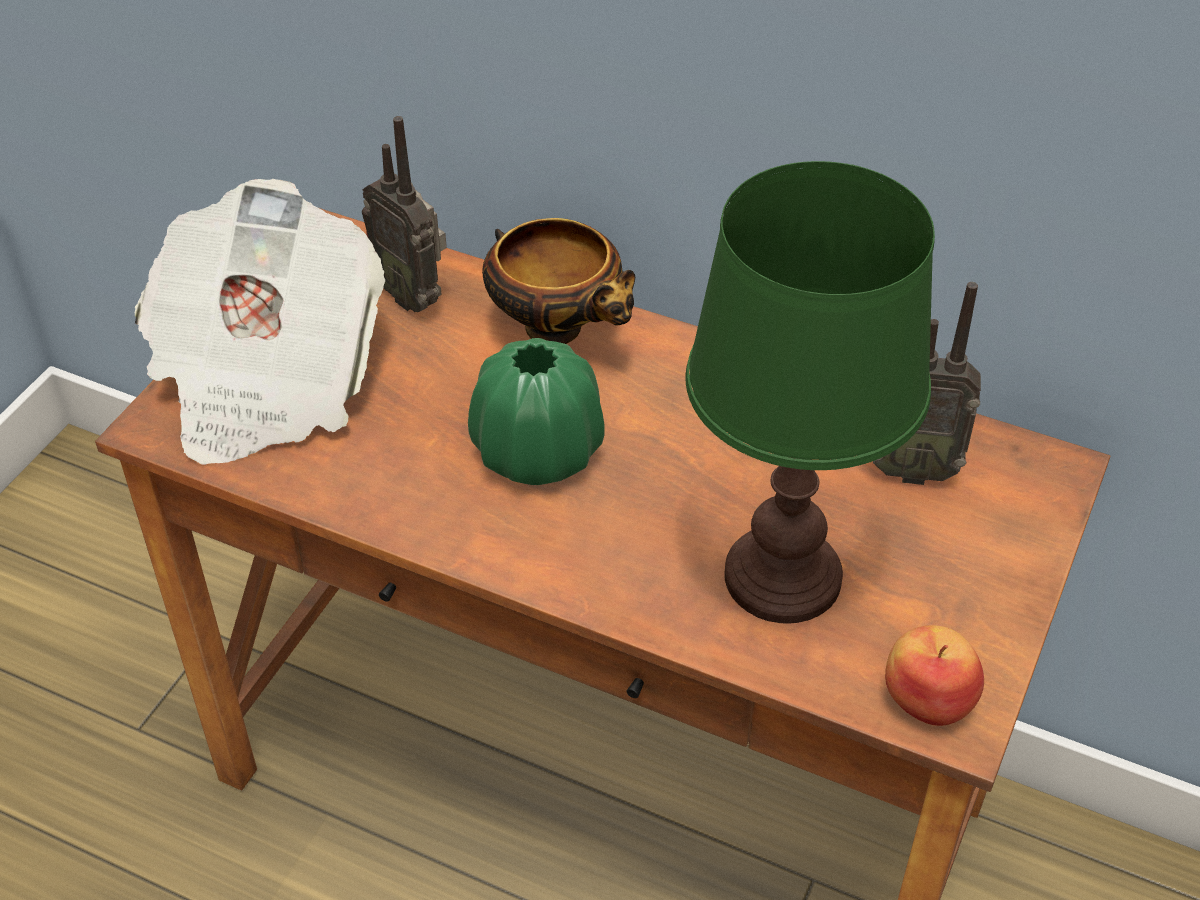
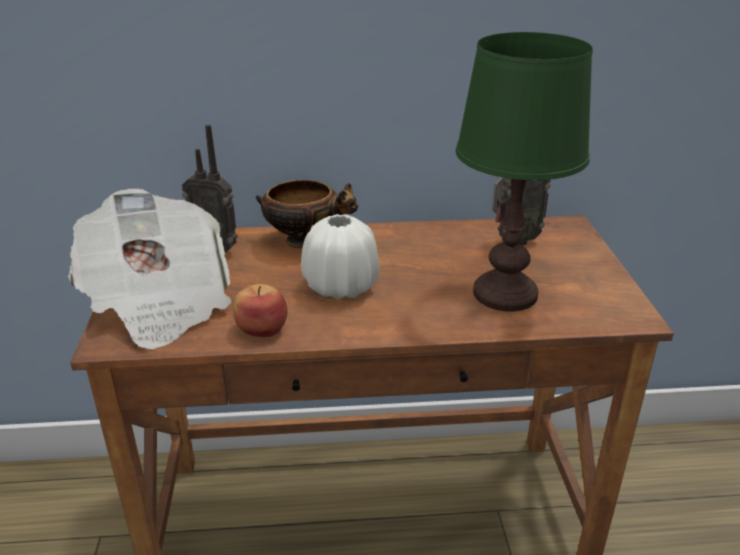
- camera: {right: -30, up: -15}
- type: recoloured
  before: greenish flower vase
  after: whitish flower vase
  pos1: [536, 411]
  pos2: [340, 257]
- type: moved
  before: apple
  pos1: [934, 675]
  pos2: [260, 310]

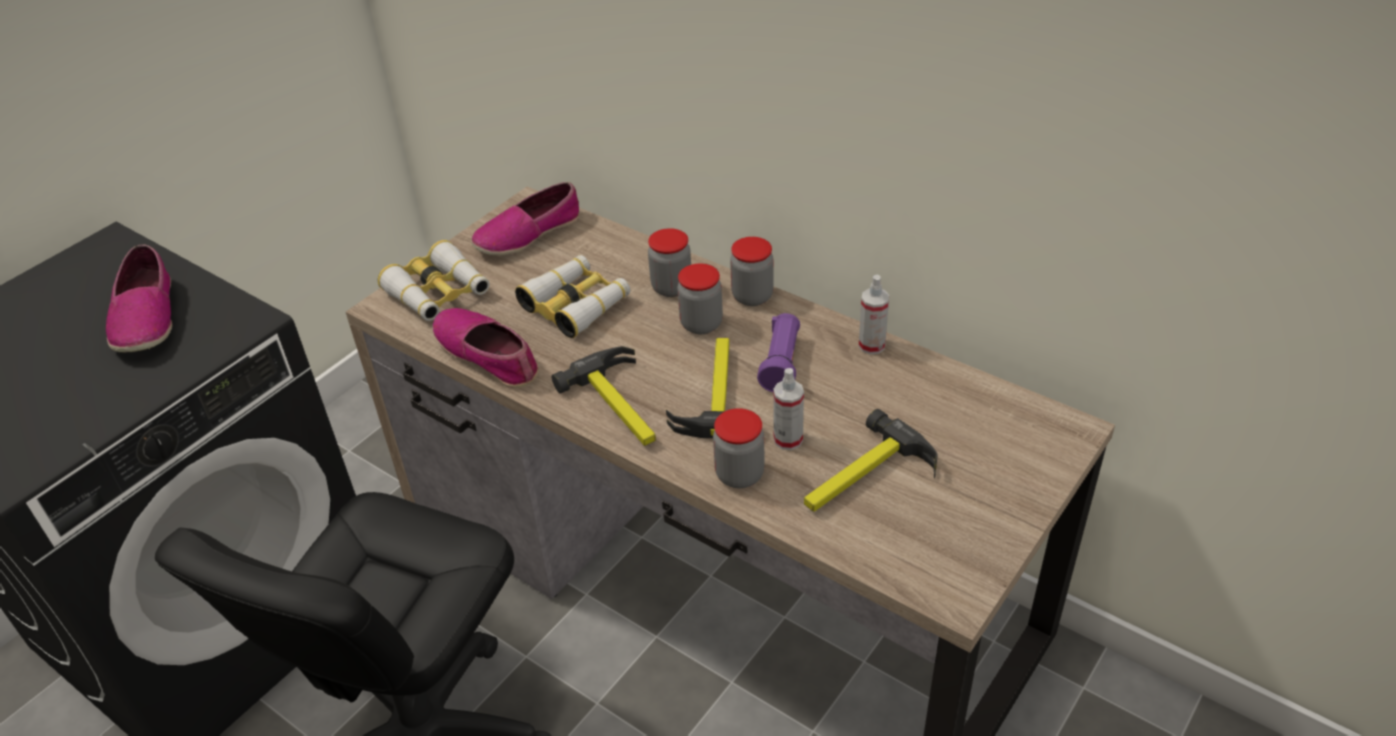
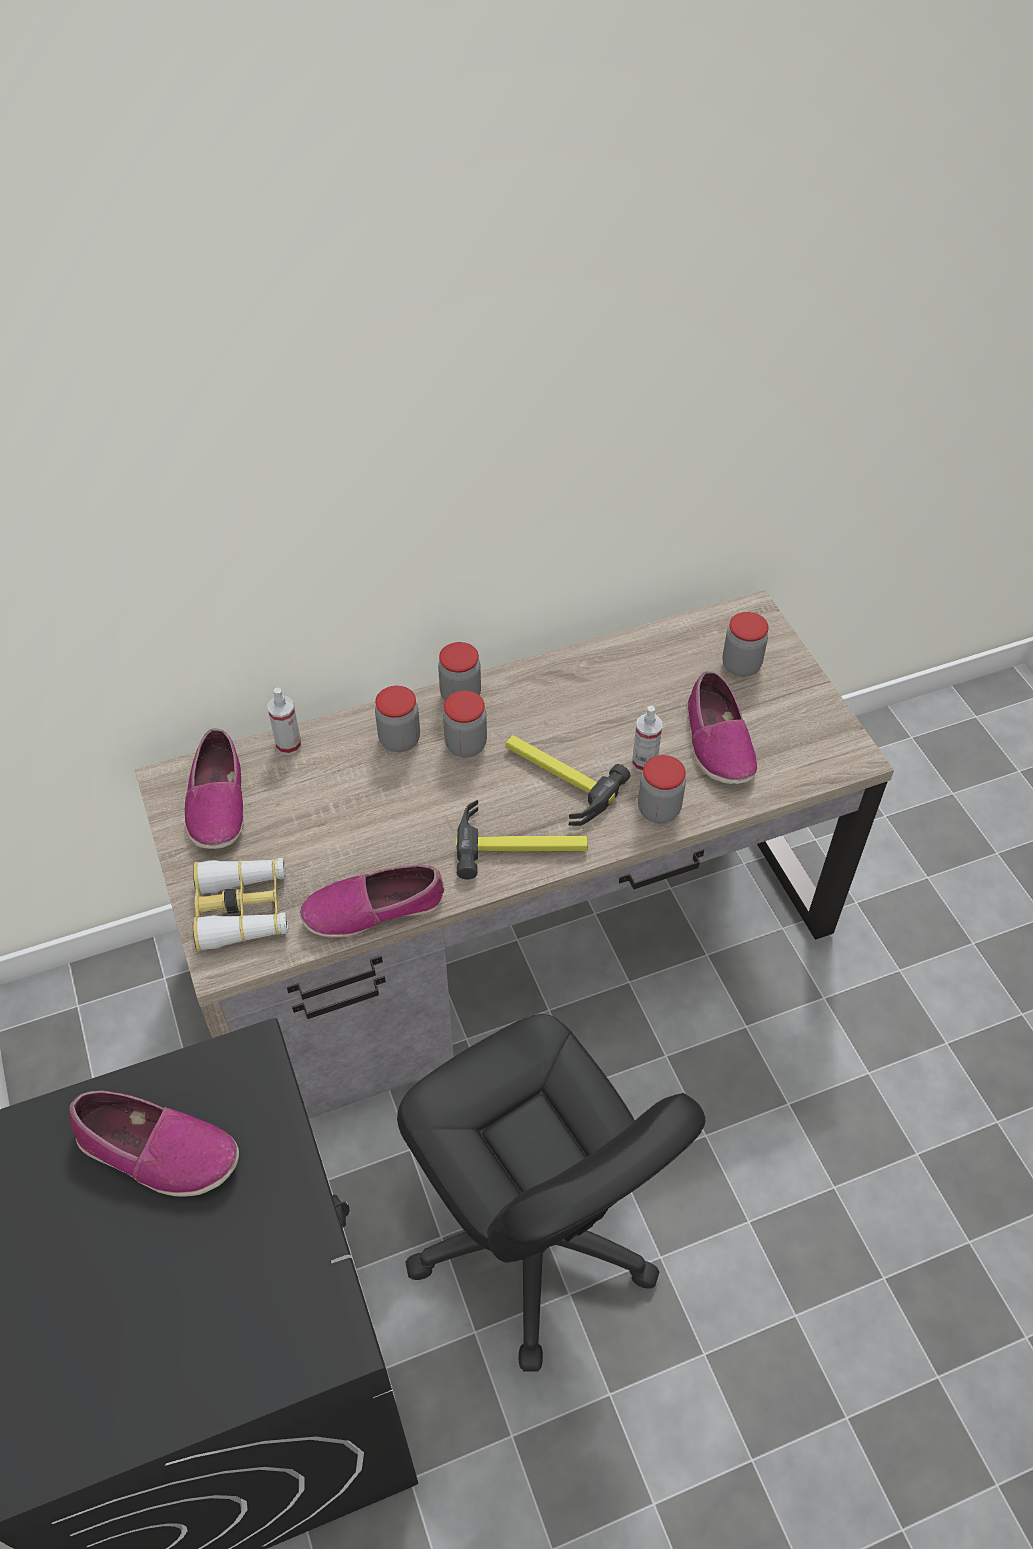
- camera: {right: -60, up: 10}
- type: removed
  before: pair of binoculars
  pos1: [573, 296]
- type: moved
  before: spray bottle
  pos1: [874, 314]
  pos2: [284, 721]
- type: removed
  before: purple-coloured torch
  pos1: [778, 352]
- type: replaced
  before: hammer
  after: item of footwear
  pos1: [871, 460]
  pos2: [721, 727]
- type: added
  after: storage jar
  pos2: [745, 644]

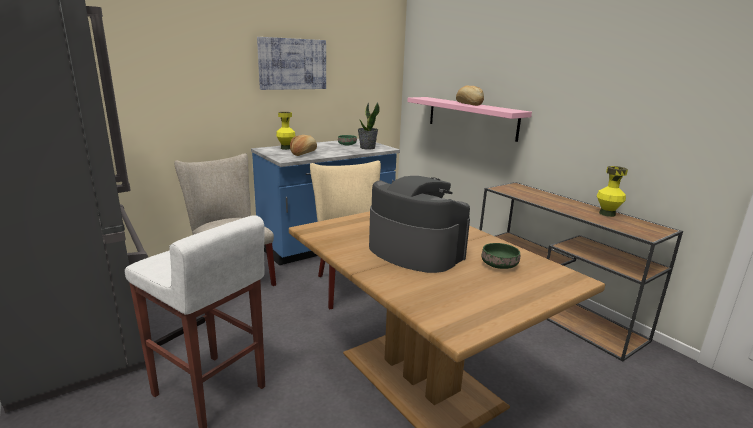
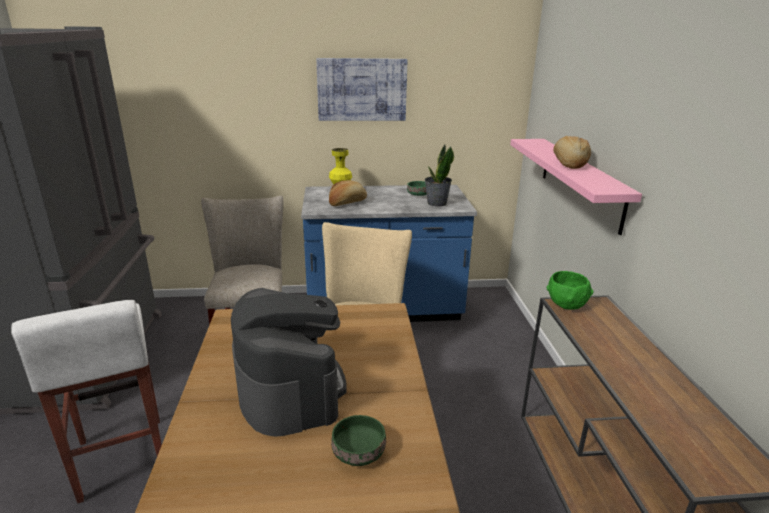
- camera: {right: 30, up: 5}
- type: removed
  before: yellowish flower vase
  pos1: [612, 191]
- type: added
  after: greenish bowl
  pos2: [570, 290]

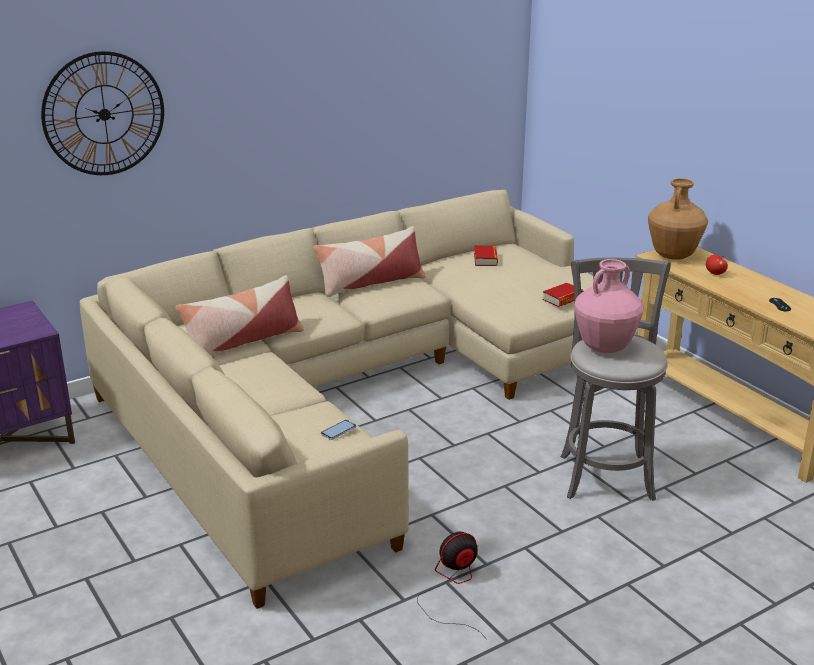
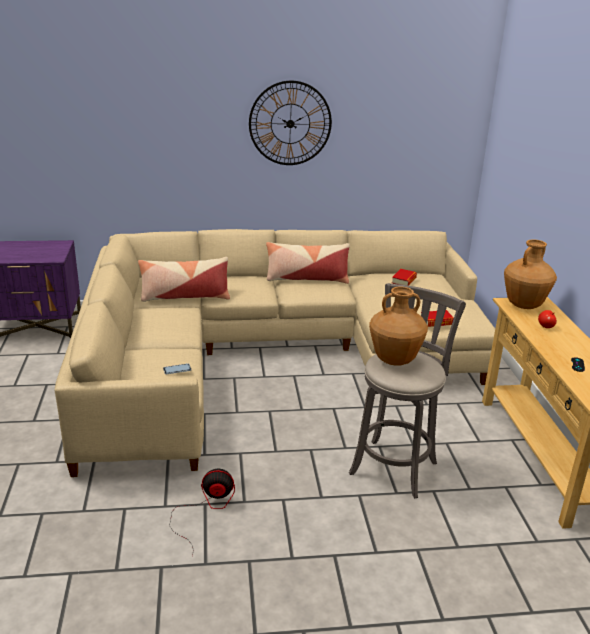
- camera: {right: 25, up: 0}
- type: moved
  before: wall clock
  pos1: [102, 113]
  pos2: [290, 123]
- type: recoloured
  before: pink-coloured flower vase
  after: brownish flower vase
  pos1: [609, 306]
  pos2: [398, 326]

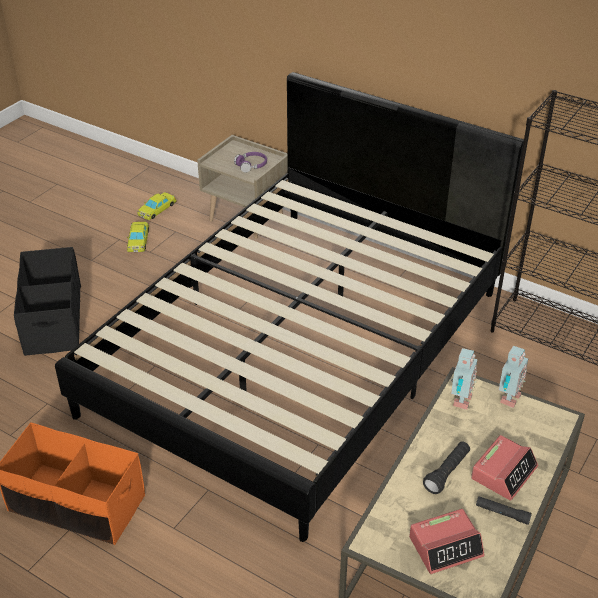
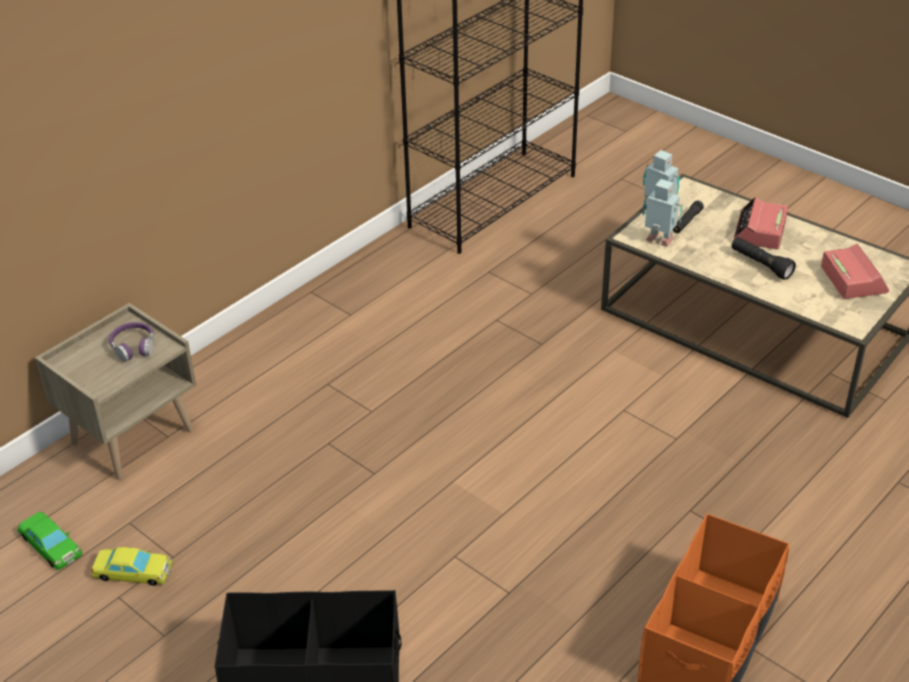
- camera: {right: -80, up: 0}
- type: removed
  before: black-coloured bed
  pos1: [289, 307]
- type: recoloured
  before: yellowish model car
  after: greenish model car
  pos1: [157, 206]
  pos2: [49, 541]
- type: turned
  before: bedside clock
  pos1: [504, 467]
  pos2: [760, 223]
  turn: -120
- type: moved
  before: black-coloured torch
  pos1: [504, 510]
  pos2: [688, 217]

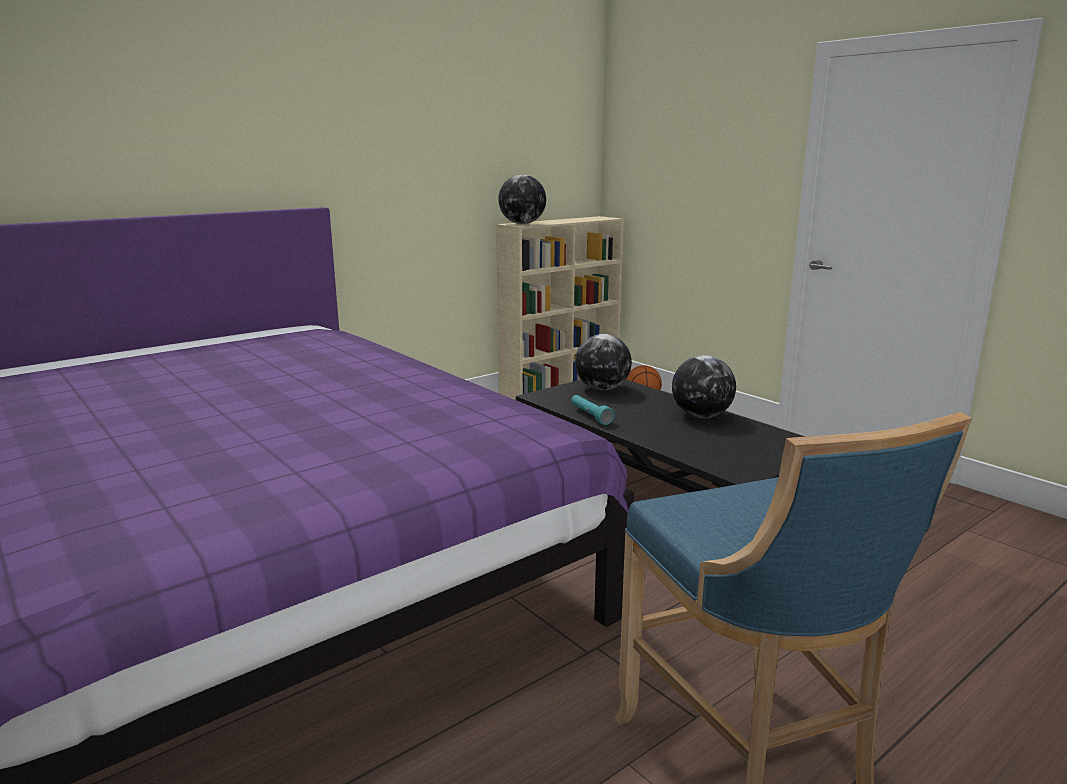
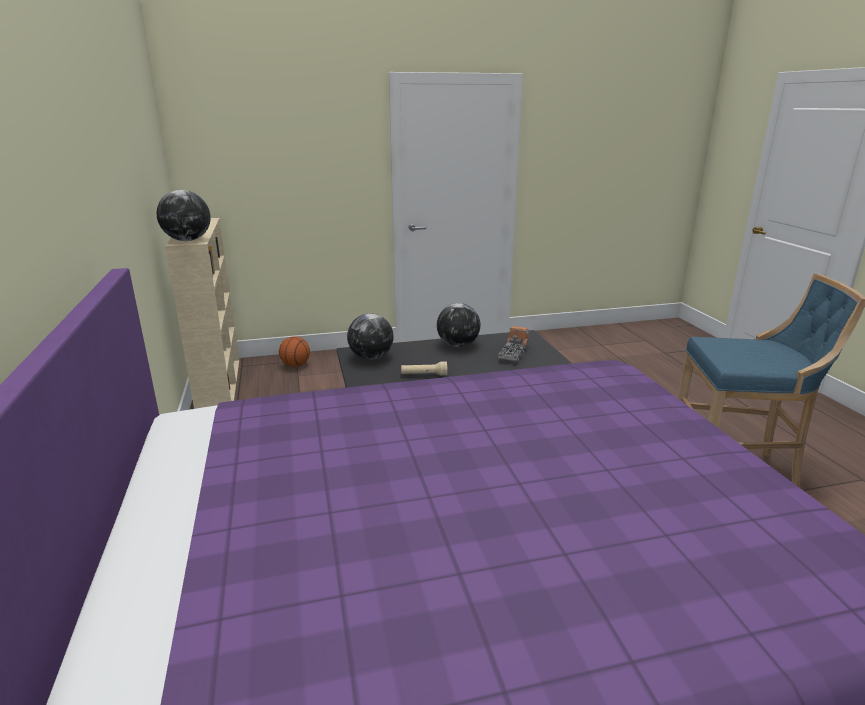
- camera: {right: -65, up: 5}
- type: recoloured
  before: blue-green torch
  after: beige-coloured torch
  pos1: [592, 410]
  pos2: [424, 368]
- type: added
  after: model truck
  pos2: [514, 344]

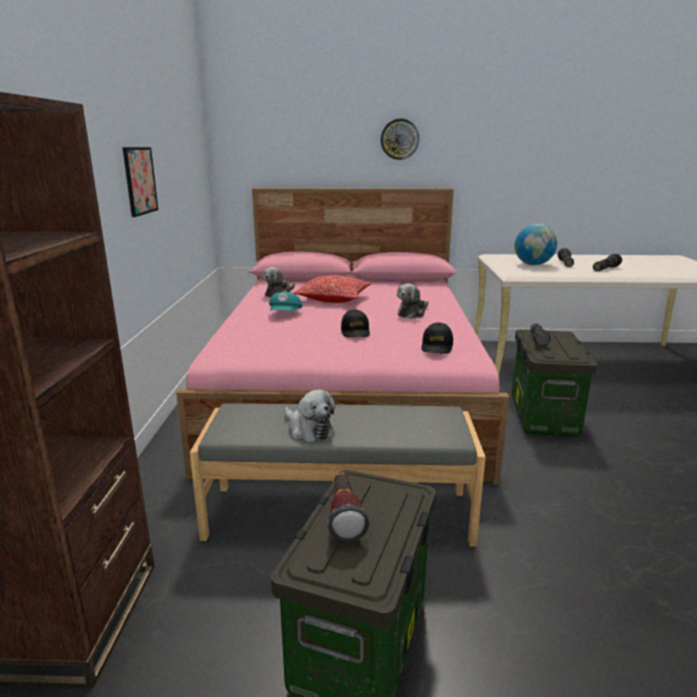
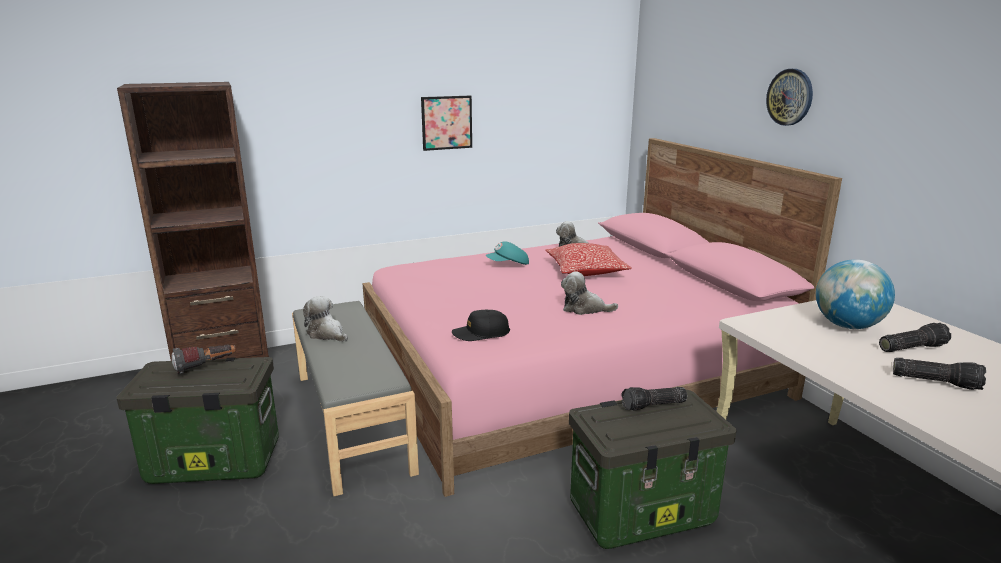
- camera: {right: 65, up: 0}
- type: removed
  before: black-coloured peaked cap
  pos1: [355, 323]
- type: turned
  before: cuddly toy
  pos1: [309, 415]
  pos2: [325, 319]
  turn: 105

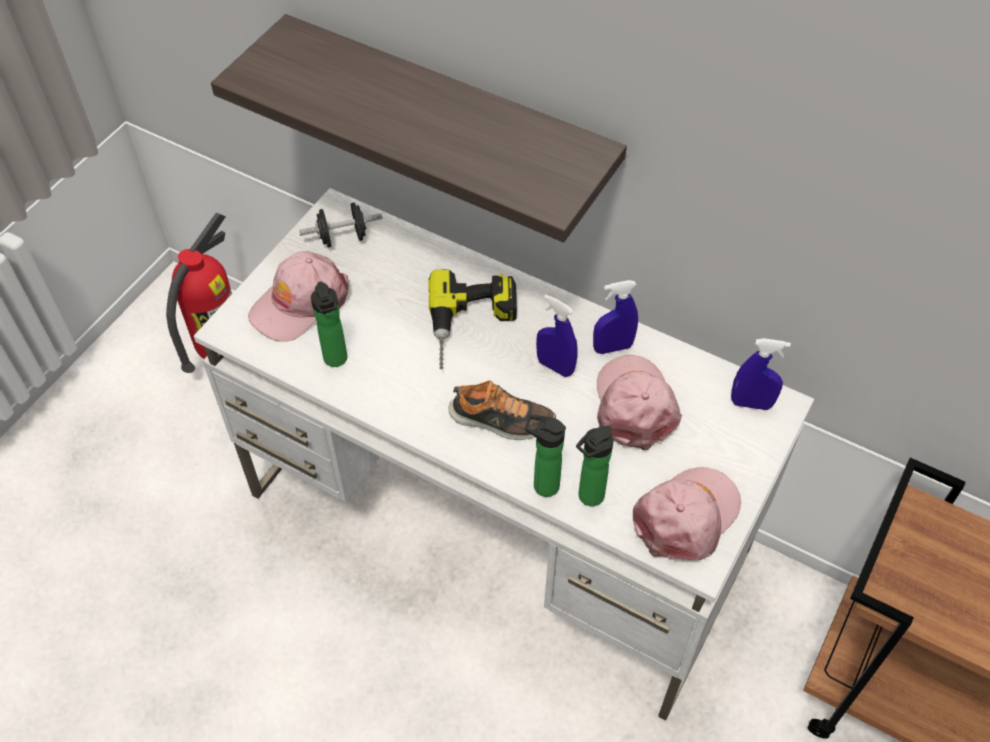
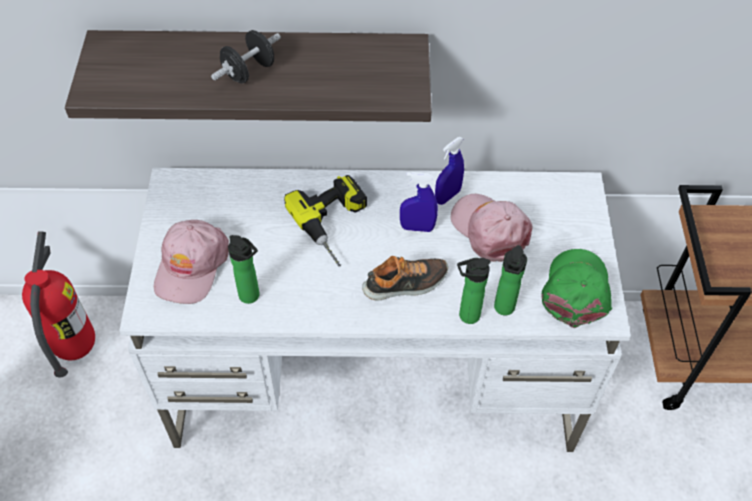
- camera: {right: -30, up: 0}
- type: moved
  before: black-coloured dumbbell
  pos1: [341, 224]
  pos2: [246, 56]
- type: removed
  before: bluish spray bottle
  pos1: [761, 374]
- type: recoloured
  before: pink-coloured peaked cap
  after: greenish peaked cap
  pos1: [687, 513]
  pos2: [577, 288]

